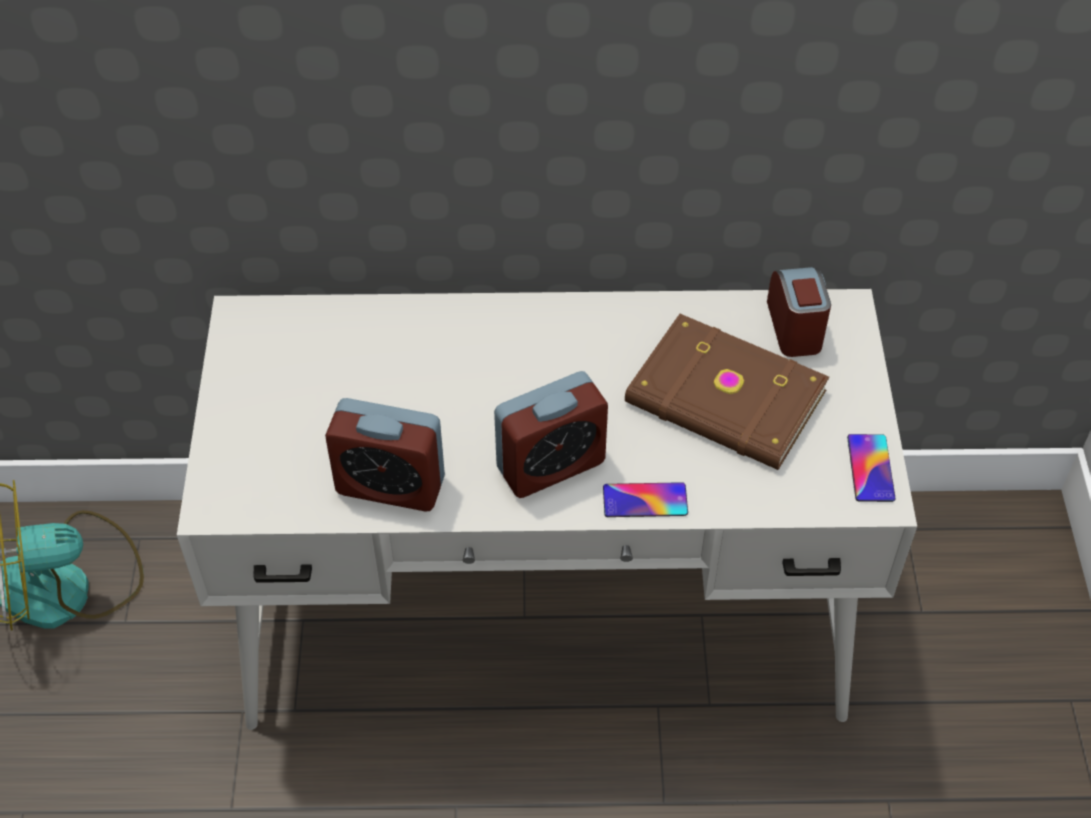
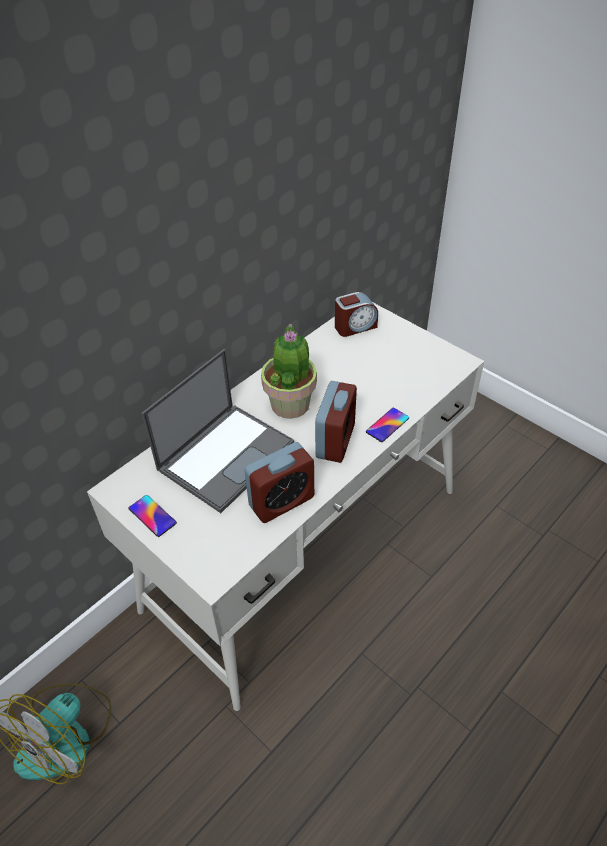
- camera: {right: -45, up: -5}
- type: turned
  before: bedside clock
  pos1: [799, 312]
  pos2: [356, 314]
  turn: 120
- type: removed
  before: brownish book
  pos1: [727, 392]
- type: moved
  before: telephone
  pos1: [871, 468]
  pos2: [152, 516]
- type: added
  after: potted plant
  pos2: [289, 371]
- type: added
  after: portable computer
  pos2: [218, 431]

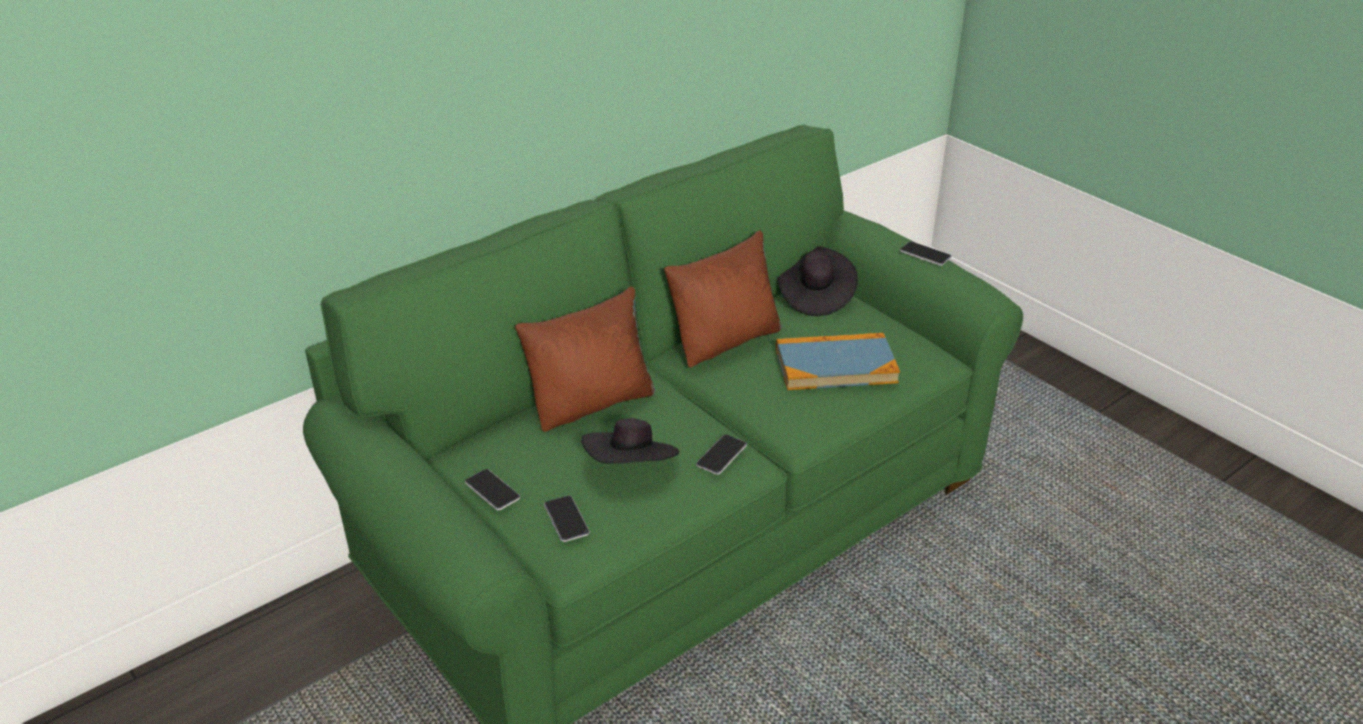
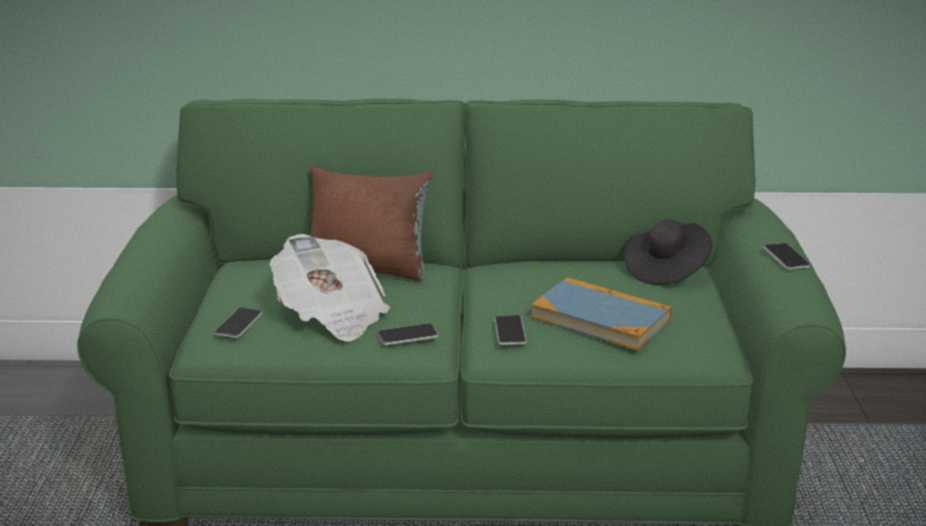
- camera: {right: 40, up: -10}
- type: removed
  before: brownish throw pillow
  pos1: [723, 298]
- type: replaced
  before: black-coloured wearable hat
  after: daily paper
  pos1: [630, 441]
  pos2: [330, 288]
- type: moved
  before: telephone
  pos1: [492, 490]
  pos2: [510, 330]

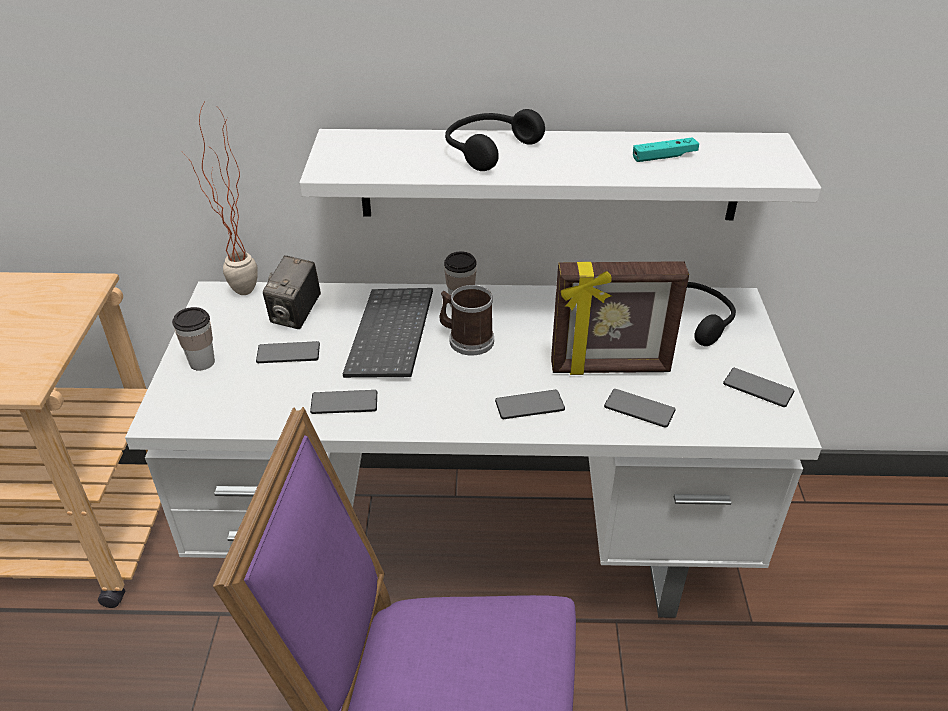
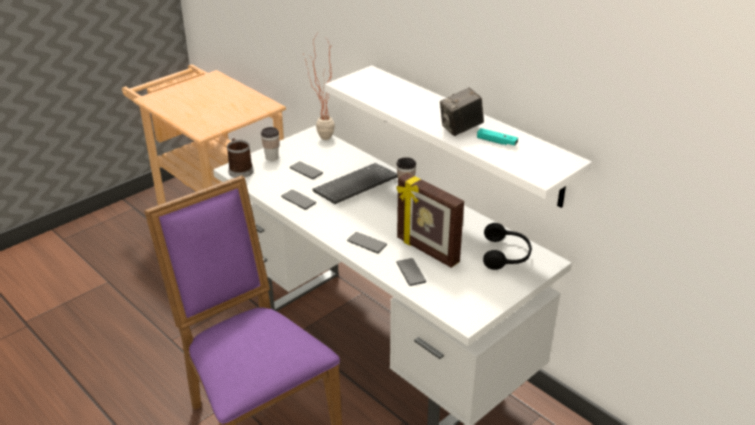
- camera: {right: 45, up: -5}
- type: removed
  before: black-coloured pair of headphones
  pos1: [495, 140]
- type: moved
  before: photo camera
  pos1: [292, 292]
  pos2: [462, 111]
- type: moved
  before: coffee mug
  pos1: [467, 320]
  pos2: [240, 158]
- type: removed
  before: telephone
  pos1: [758, 387]

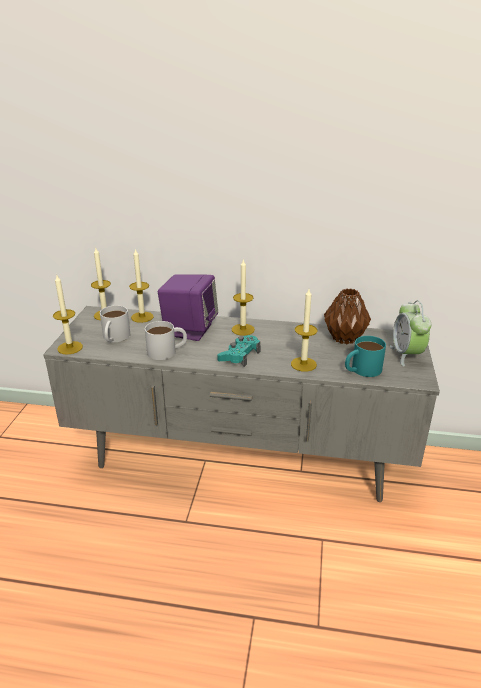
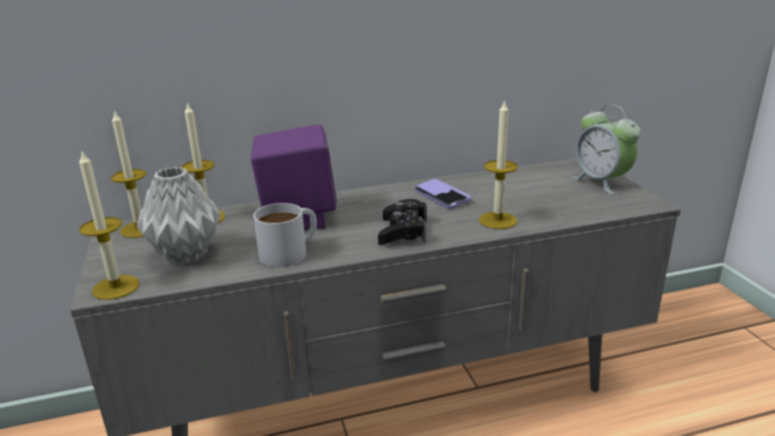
- camera: {right: -25, up: -5}
- type: removed
  before: wax candle
  pos1: [243, 297]
- type: removed
  before: brownish flower vase
  pos1: [347, 316]
- type: replaced
  before: whitish coffee mug
  after: greyish flower vase
  pos1: [115, 323]
  pos2: [179, 215]
- type: recoloured
  before: blue-green gamepad
  after: black-coloured gamepad
  pos1: [239, 351]
  pos2: [402, 222]
- type: removed
  before: blue-green coffee mug
  pos1: [365, 356]
- type: added
  after: telephone
  pos2: [442, 194]

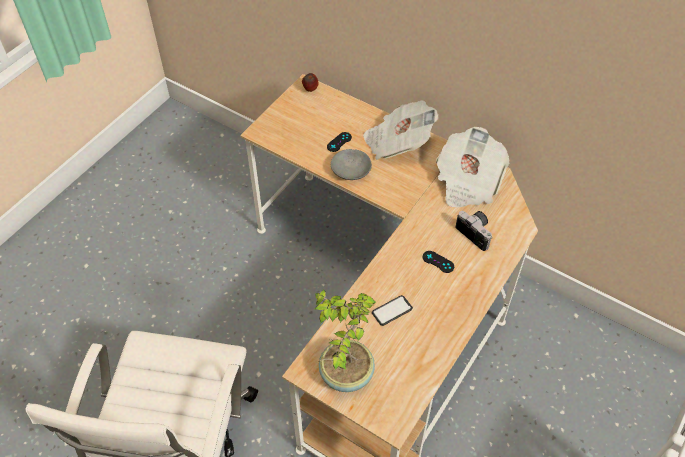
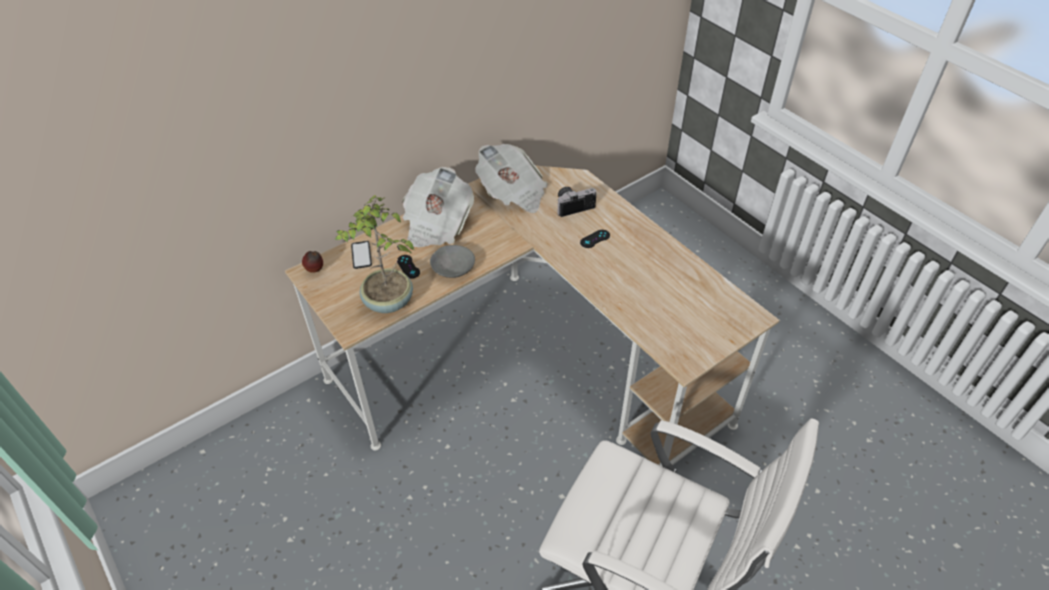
- camera: {right: -70, up: -5}
- type: moved
  before: potted plant
  pos1: [346, 341]
  pos2: [374, 254]
- type: moved
  before: telephone
  pos1: [392, 310]
  pos2: [361, 255]

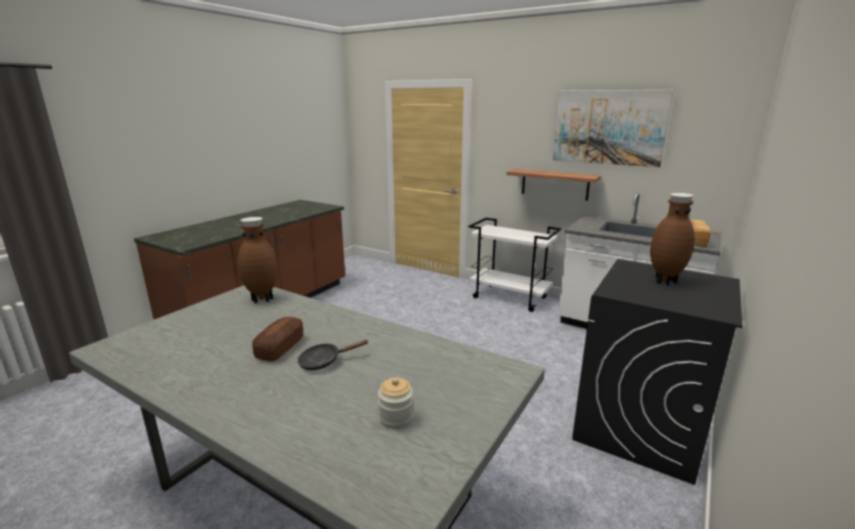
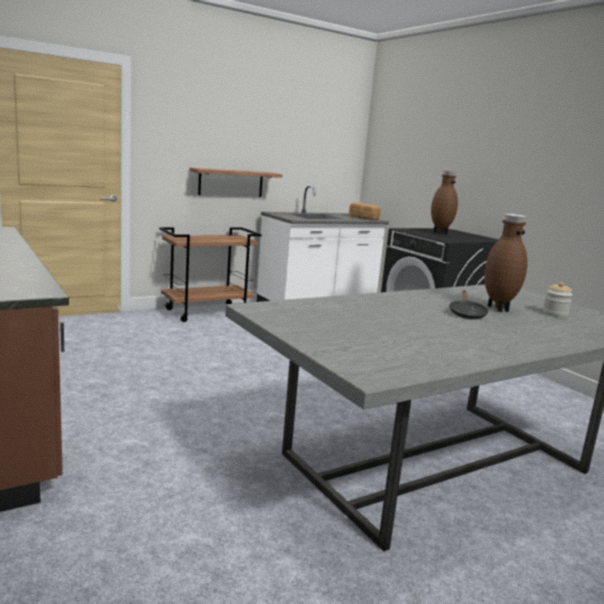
- camera: {right: -65, up: -5}
- type: removed
  before: picture
  pos1: [613, 128]
- type: moved
  before: brownish flower vase
  pos1: [257, 260]
  pos2: [505, 263]
- type: recoloured
  before: whitish trolley
  after: brownish trolley
  pos1: [515, 265]
  pos2: [210, 274]
- type: removed
  before: bread
  pos1: [277, 339]

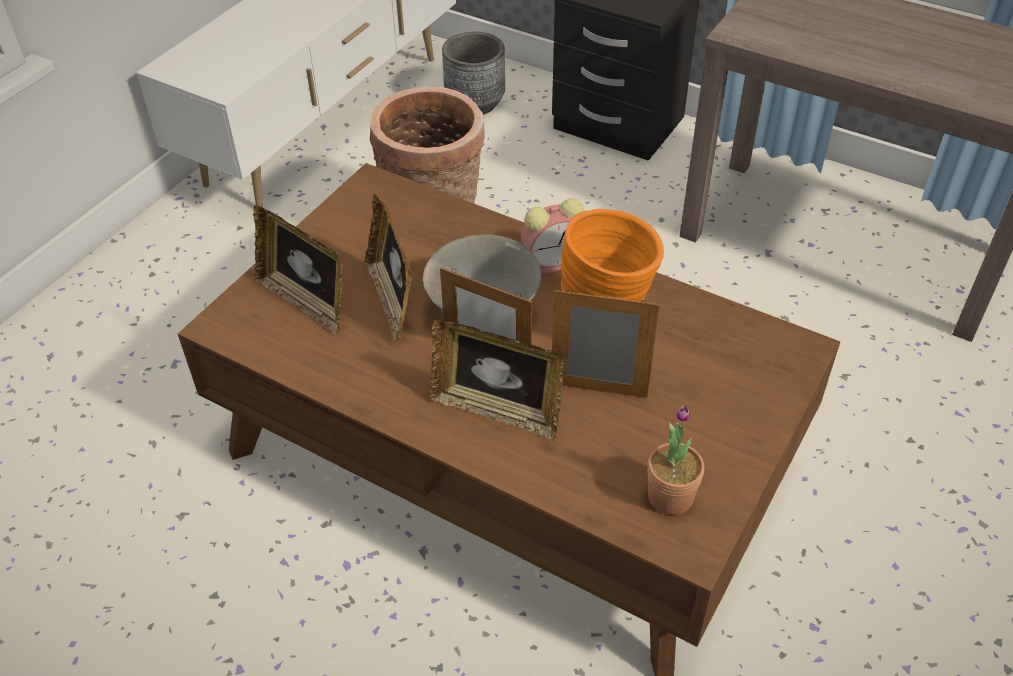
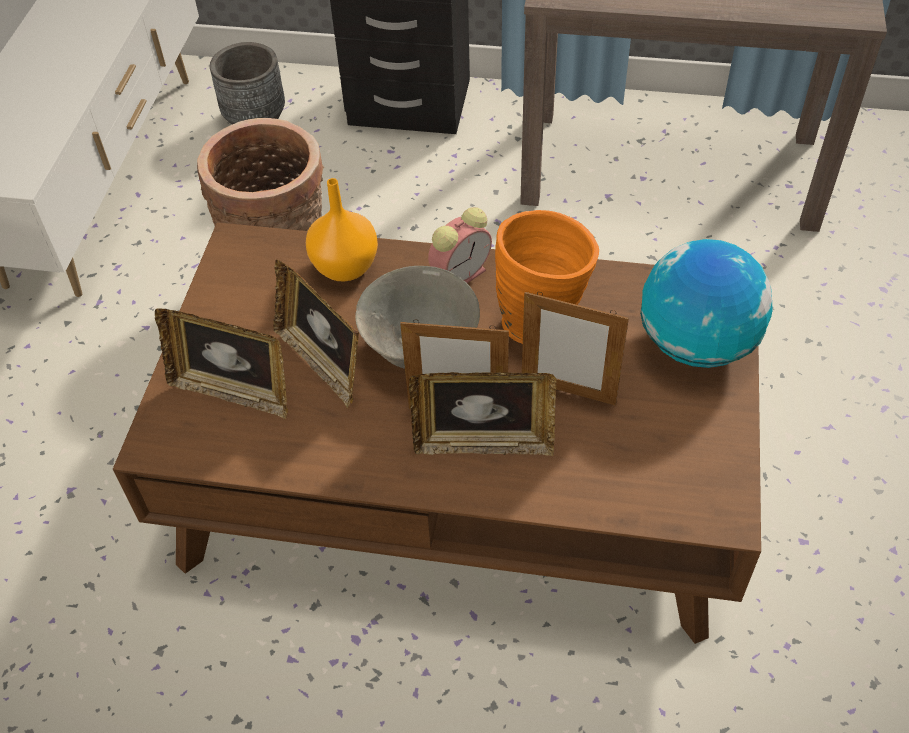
- camera: {right: -20, up: 5}
- type: turned
  before: photo frame
  pos1: [606, 344]
  pos2: [575, 348]
  turn: -150
- type: removed
  before: potted plant
  pos1: [676, 460]
- type: added
  after: orangey flower vase
  pos2: [342, 229]
- type: added
  after: world globe
  pos2: [706, 303]

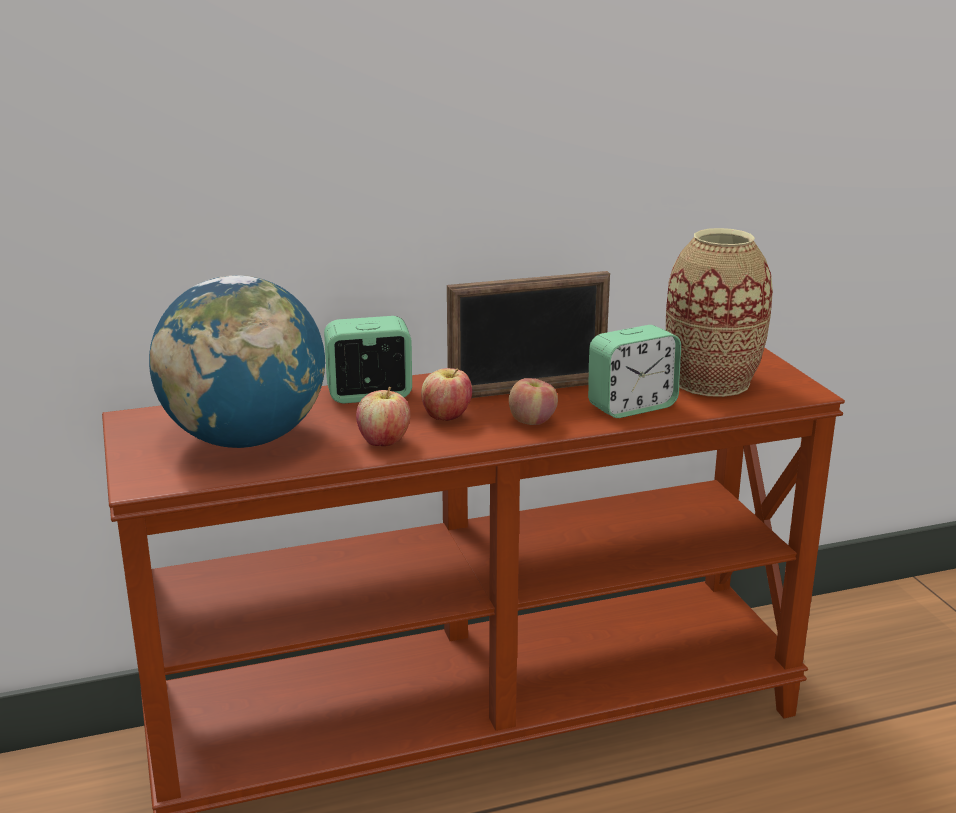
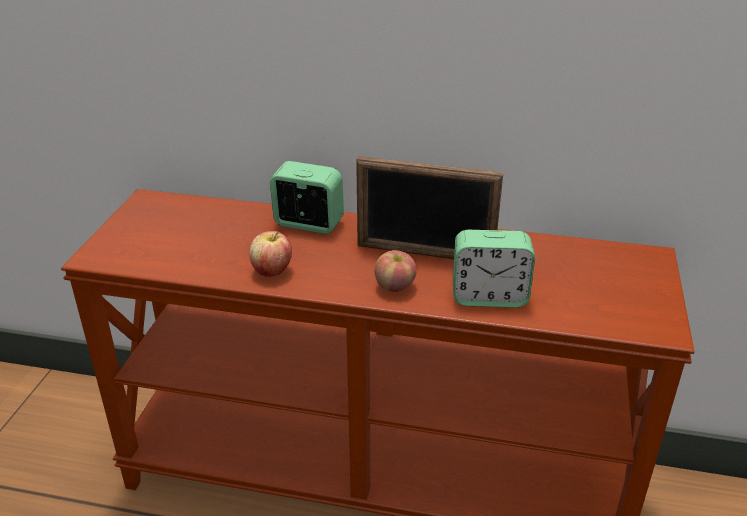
- camera: {right: 30, up: 10}
- type: removed
  before: flower vase
  pos1: [719, 312]
- type: removed
  before: world globe
  pos1: [237, 361]
- type: removed
  before: apple
  pos1: [446, 394]

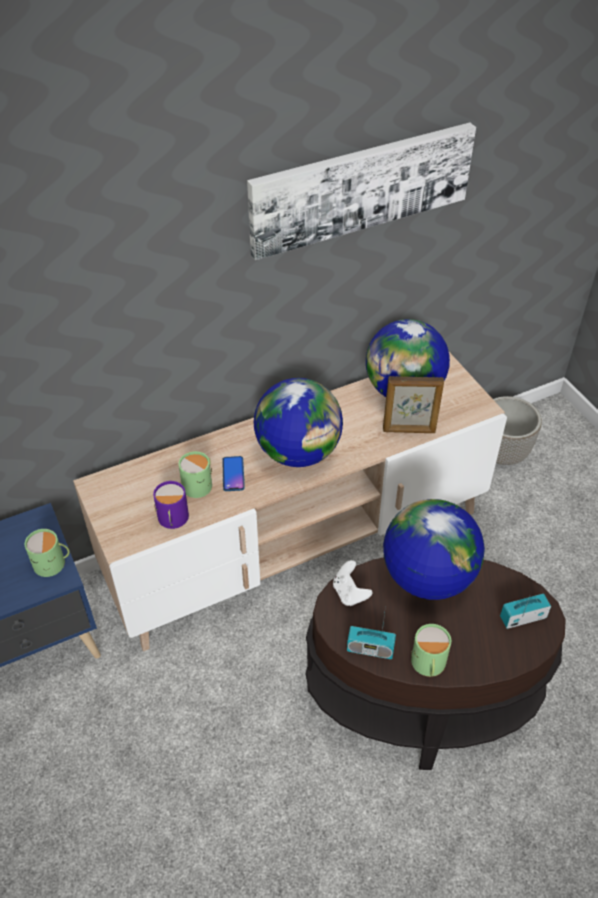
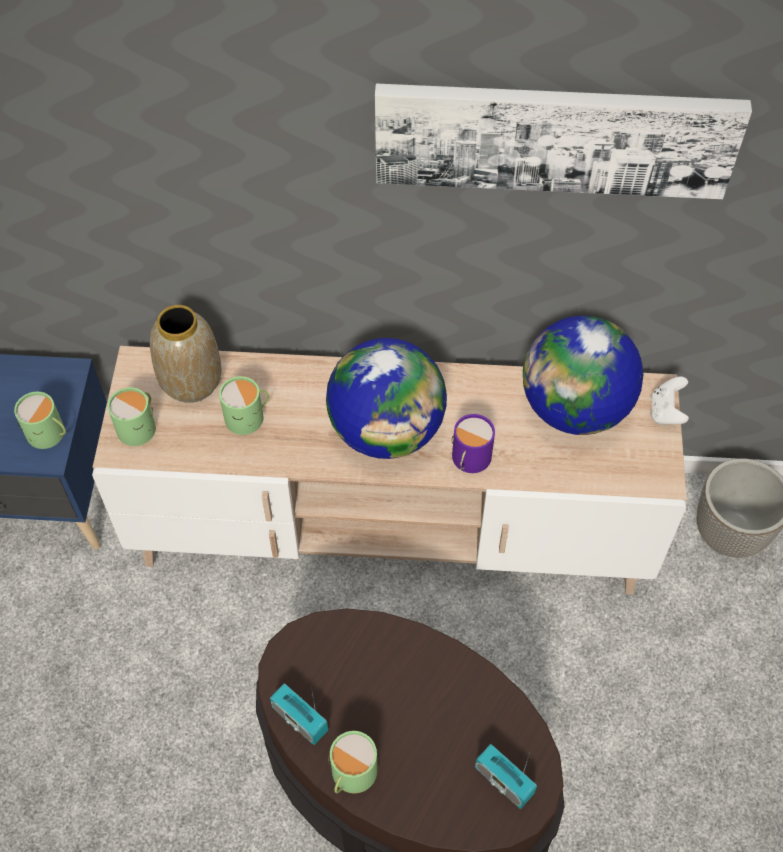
- camera: {right: 30, up: 10}
- type: removed
  before: photo frame
  pos1: [413, 404]
- type: removed
  before: telephone
  pos1: [233, 473]
- type: moved
  before: purple-coloured coffee mug
  pos1: [171, 505]
  pos2: [473, 443]
- type: removed
  before: world globe
  pos1: [434, 549]
- type: moved
  before: whitish gamepad
  pos1: [353, 583]
  pos2: [670, 400]
- type: turned
  before: radio receiver
  pos1: [525, 611]
  pos2: [506, 776]
  turn: -150
- type: added
  after: flower vase
  pos2: [186, 354]
- type: added
  after: greenish coffee mug
  pos2: [132, 416]

